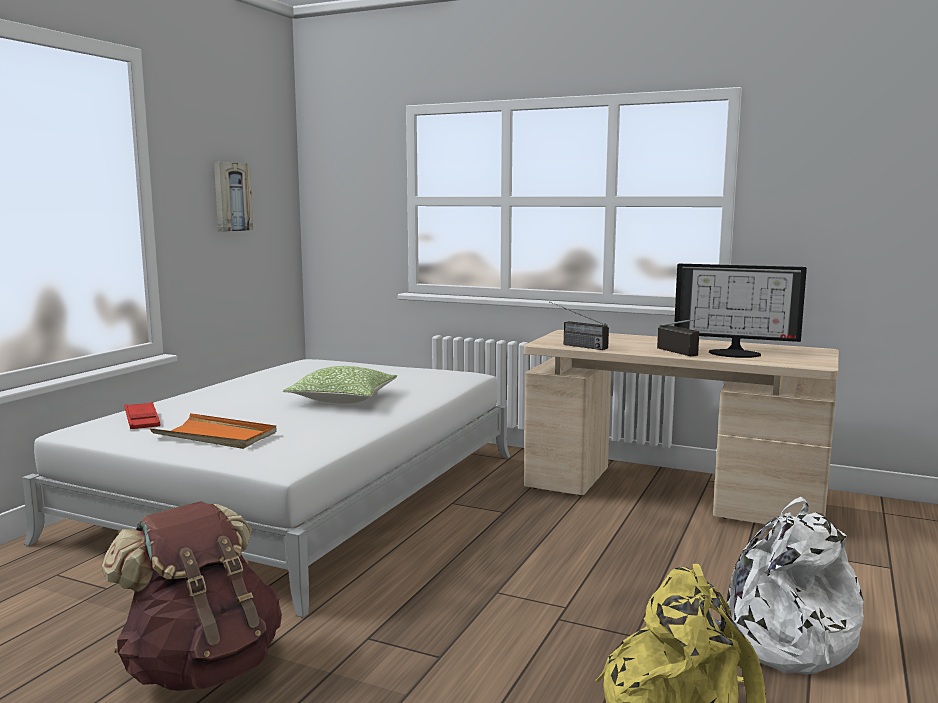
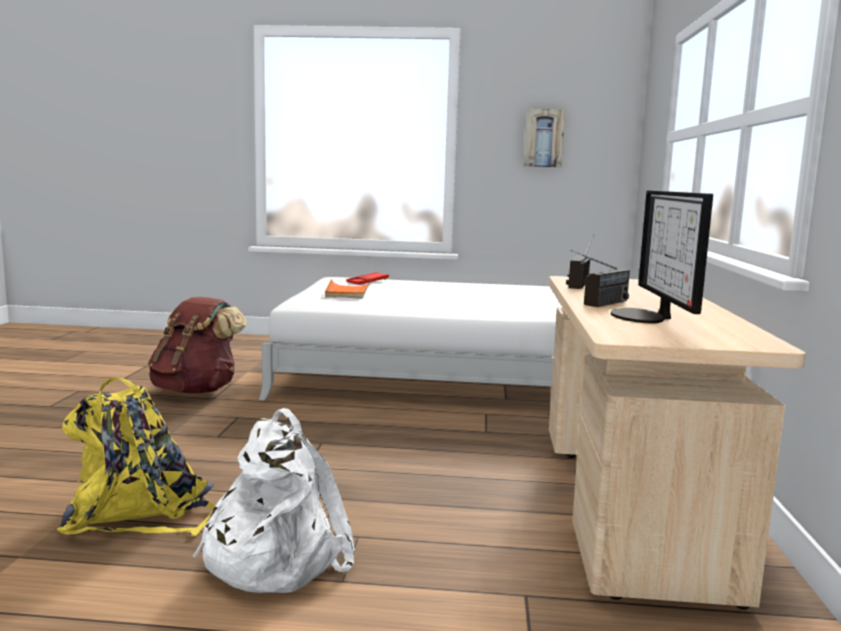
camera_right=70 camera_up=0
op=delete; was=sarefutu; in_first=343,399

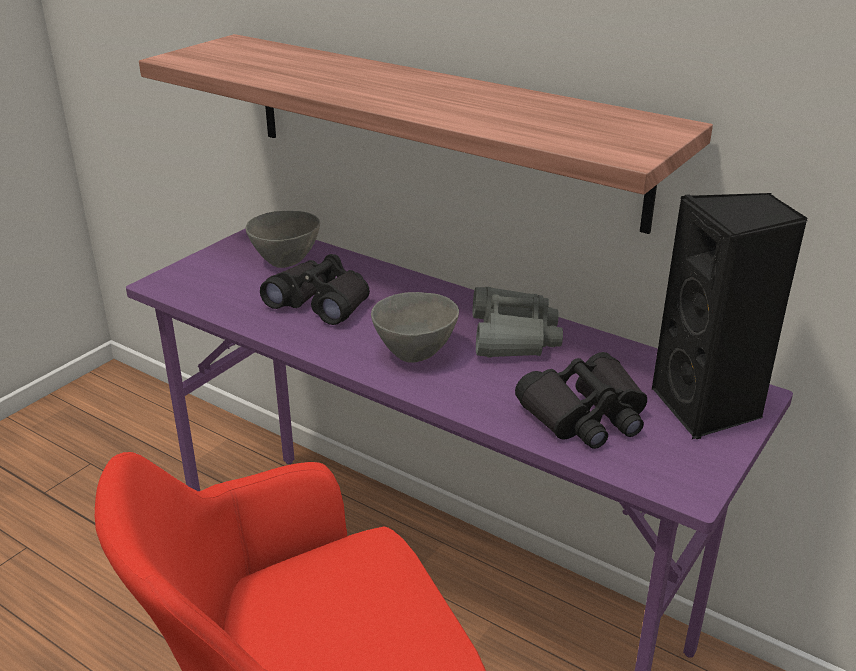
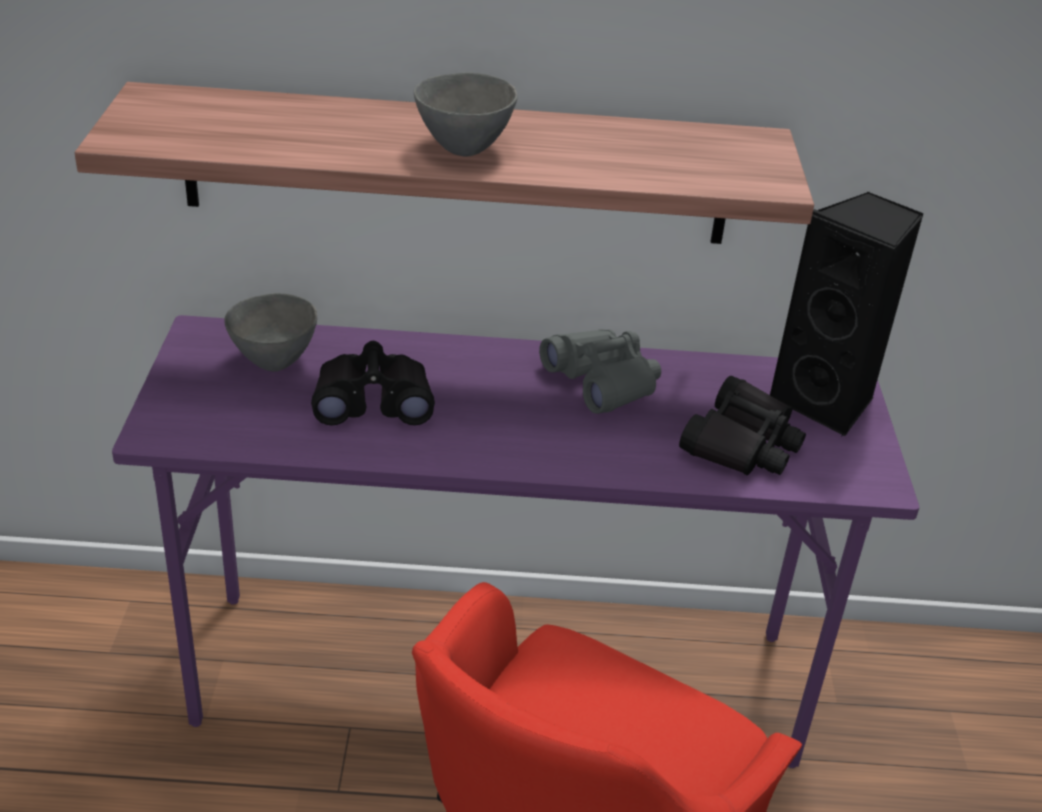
camera_right=-35 camera_up=5
op=move; was=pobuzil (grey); in_first=415,353; in_second=463,147

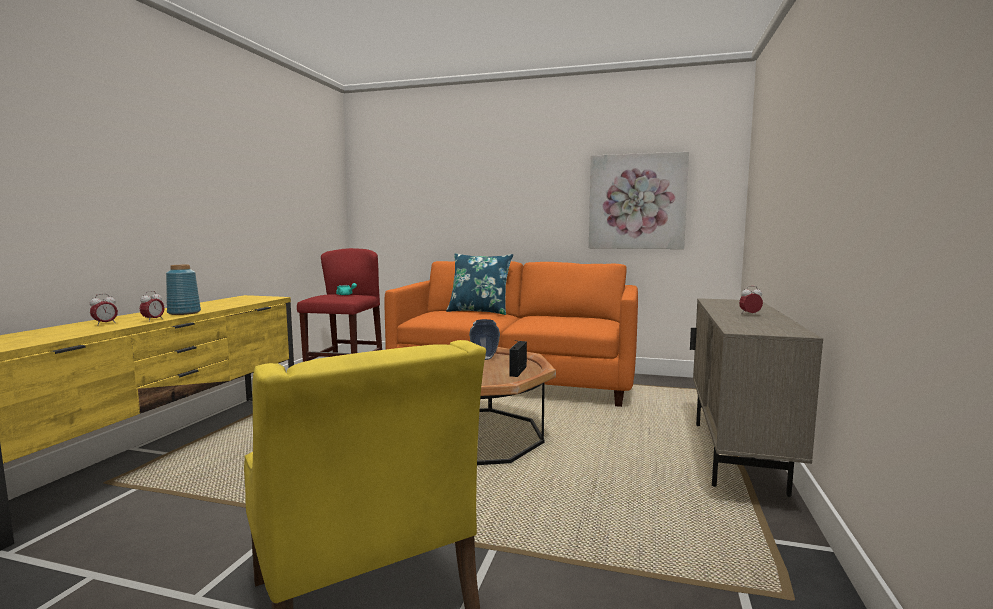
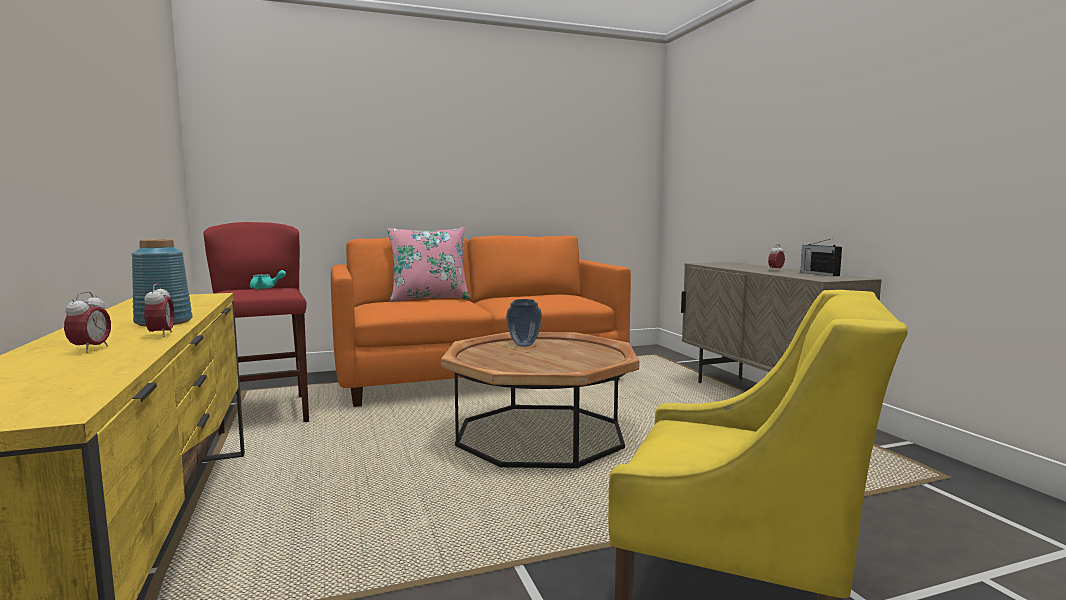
camera_right=-35 camera_up=0
op=delete; was=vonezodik; in_first=637,202
op=move; was=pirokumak; in_first=518,371; in_second=819,274
op=recolor; was=sarefutu (blue); now=sarefutu (pink); in_first=479,311; in_second=429,298

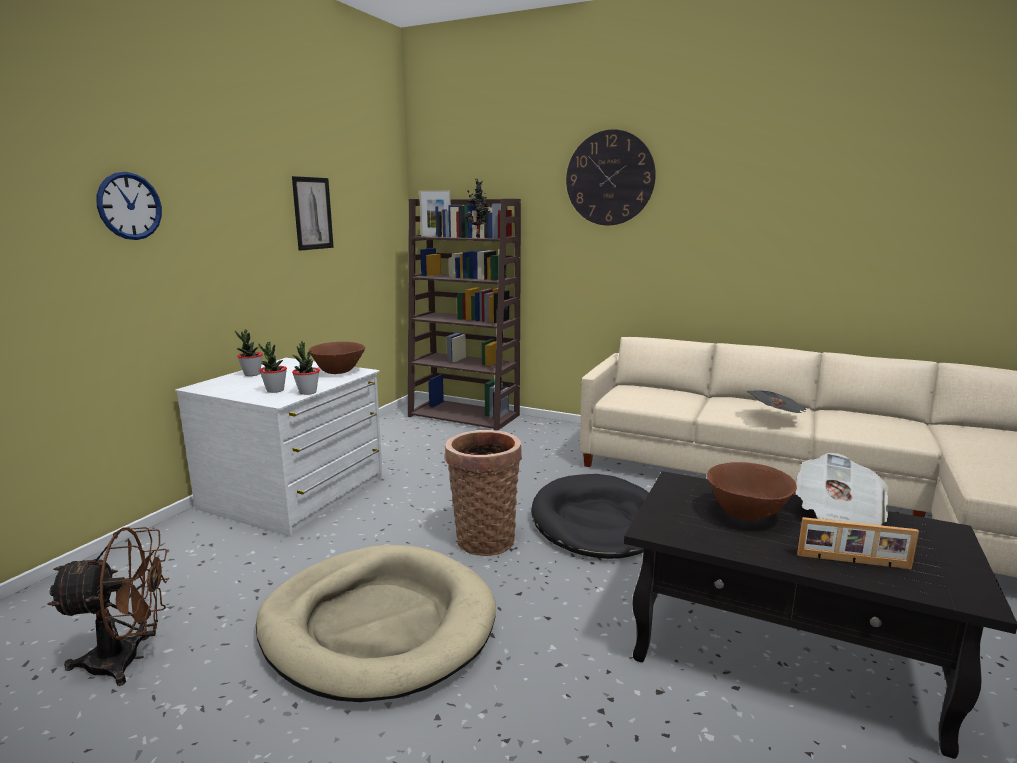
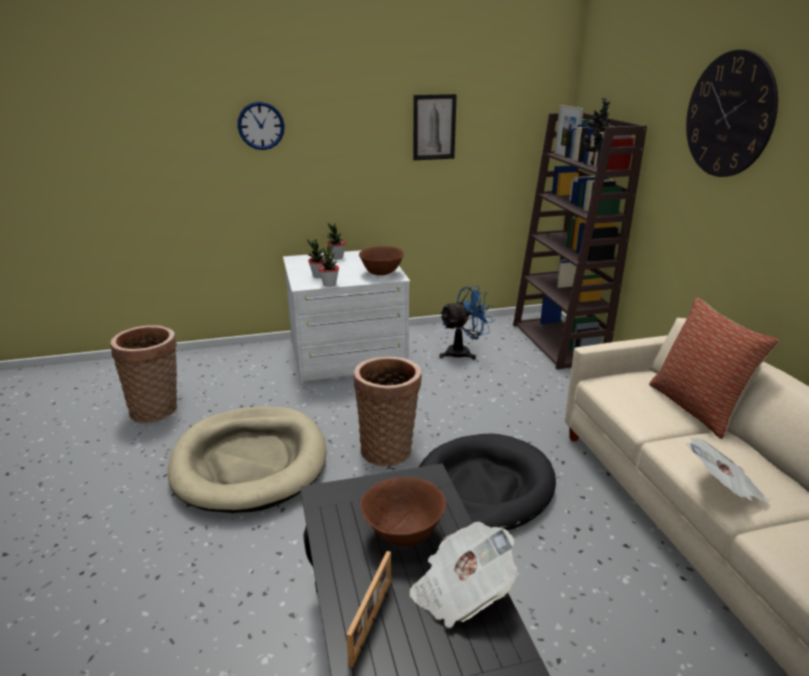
camera_right=50 camera_up=10
op=insert; now=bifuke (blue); in_second=463,352
op=insert; now=sarefutu; in_second=697,407
op=replace; was=bifuke (brown); now=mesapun; in_first=127,660; in_second=157,409
op=rotate; was=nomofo; in_first=853,562; in_second=372,621; clockwise=-135

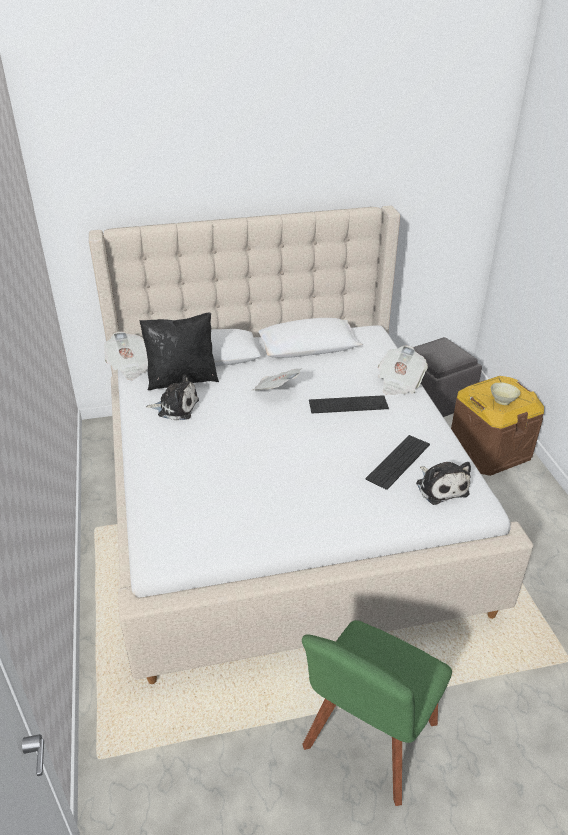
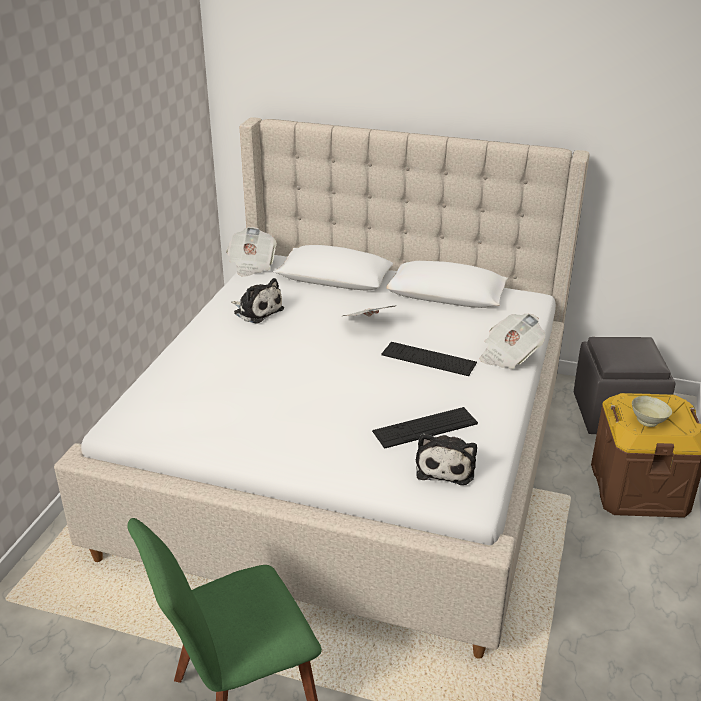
camera_right=30 camera_up=-5
op=delete; was=sarefutu (black); in_first=182,379

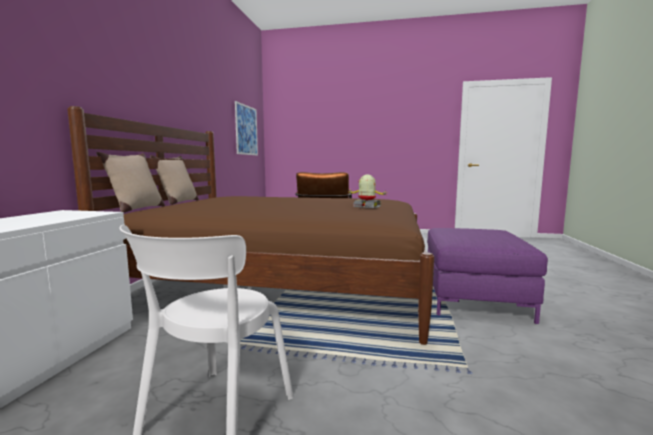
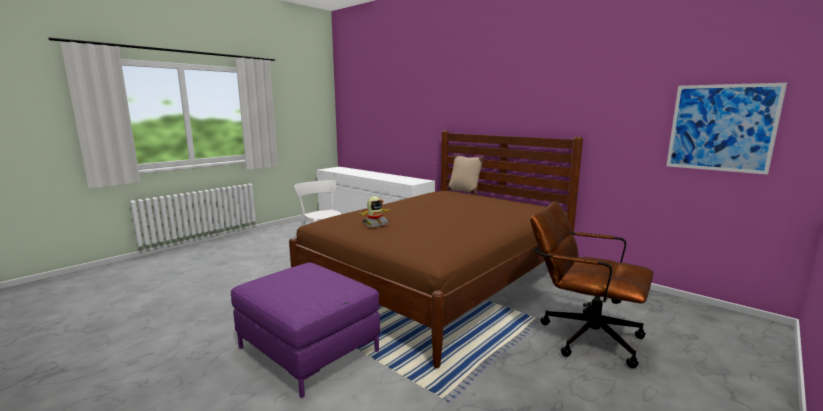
camera_right=120 camera_up=5
op=delete; was=sarefutu (beige); in_first=178,202

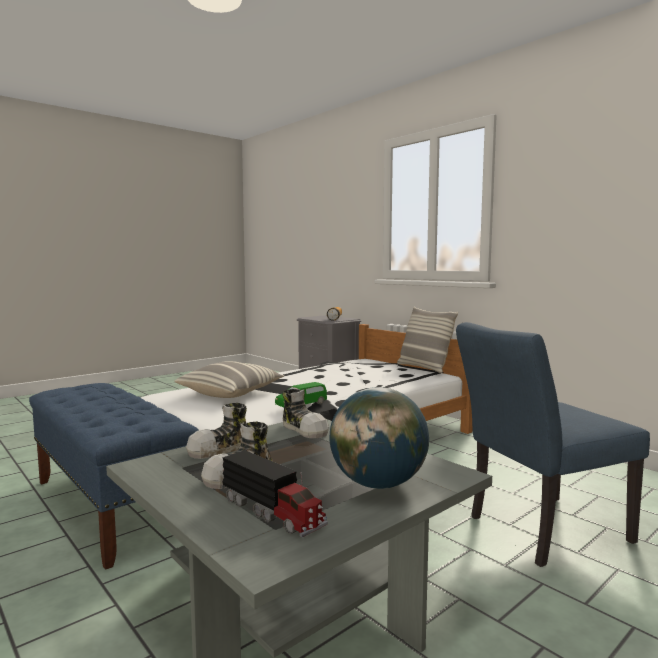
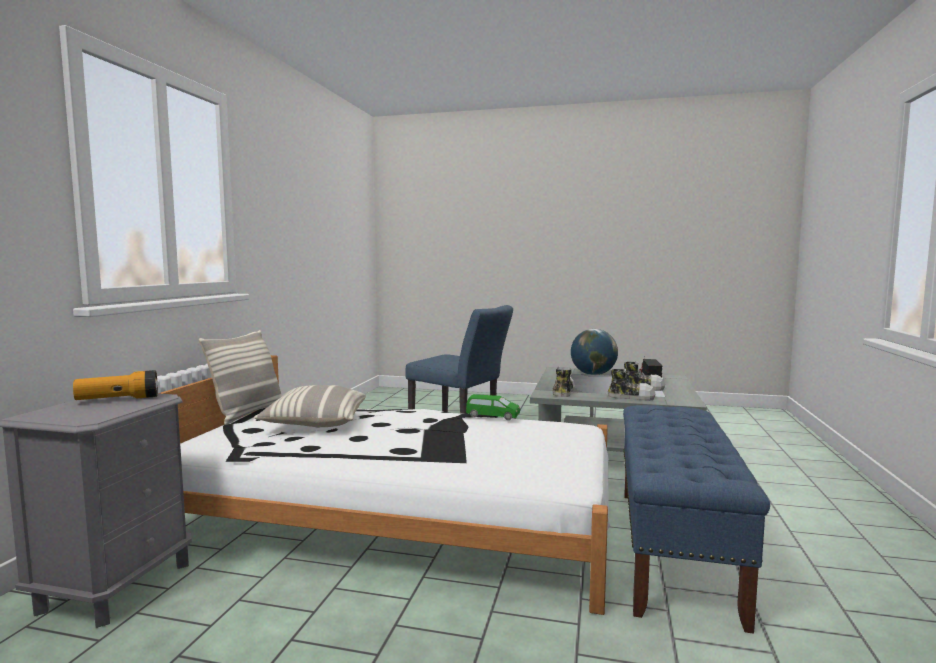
camera_right=-125 camera_up=0
op=move; was=sarefutu; in_first=231,393; in_second=315,423

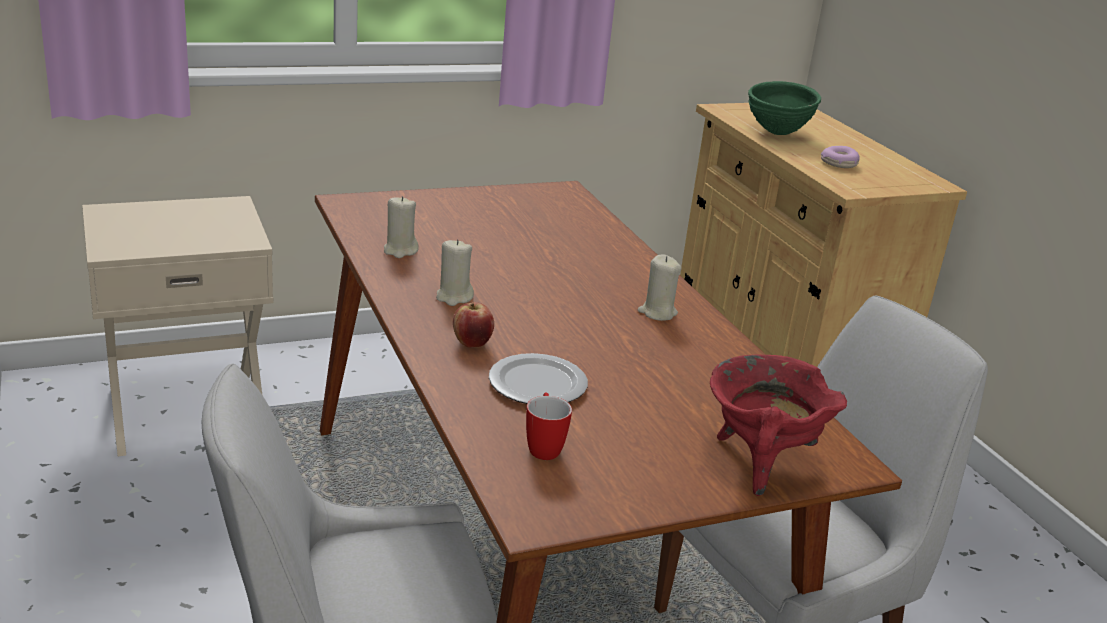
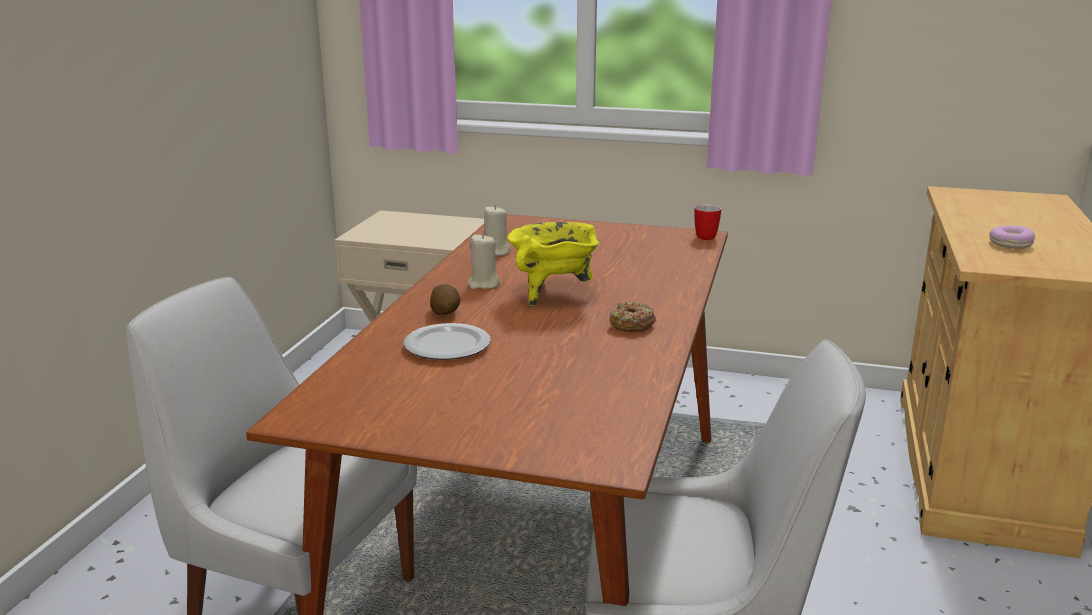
camera_right=40 camera_up=-5
op=delete; was=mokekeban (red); in_first=759,463
op=delete; was=pobuzil (green); in_first=777,133
op=insert; now=mokekeban (yellow); in_second=553,293
op=move; was=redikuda; in_first=543,446; in_second=708,236
op=replace; was=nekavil; now=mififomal; in_first=472,343; in_second=445,312
op=replace; was=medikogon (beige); now=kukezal; in_first=657,312; in_second=631,324

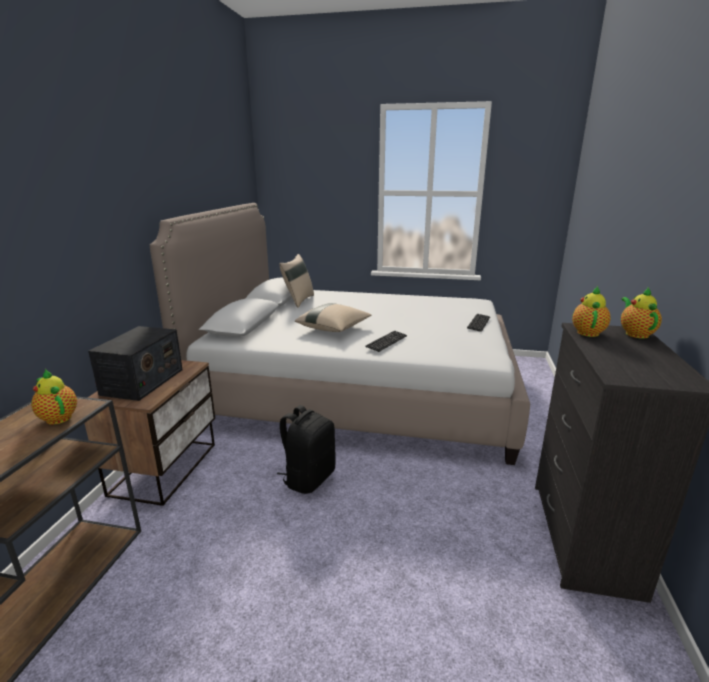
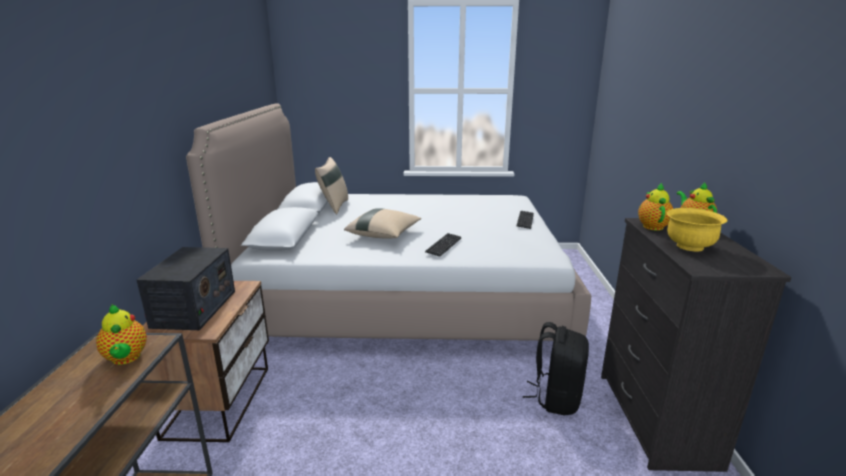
camera_right=-10 camera_up=0
op=insert; now=pobuzil (yellow); in_second=689,246
op=move; was=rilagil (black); in_first=308,478; in_second=556,398
op=rotate; was=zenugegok; in_first=58,417; in_second=126,358; clockwise=-150

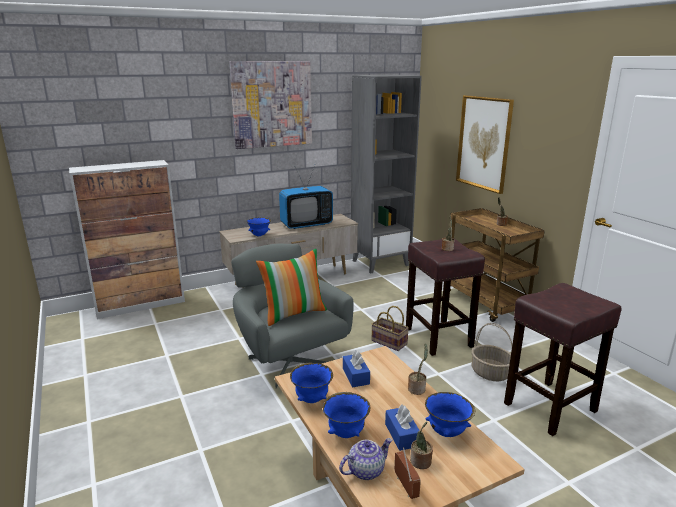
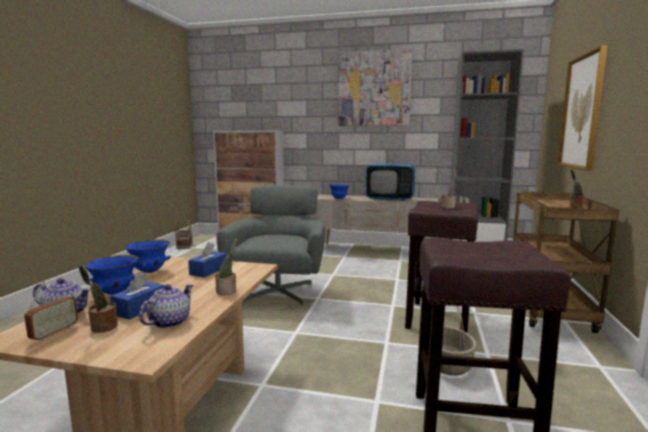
camera_right=40 camera_up=-10
op=delete; was=sarefutu; in_first=294,313
op=move; was=mesapun; in_first=388,342; in_second=184,246
op=replace; was=pobuzil (blue); now=zenugegok; in_first=446,433; in_second=169,322

